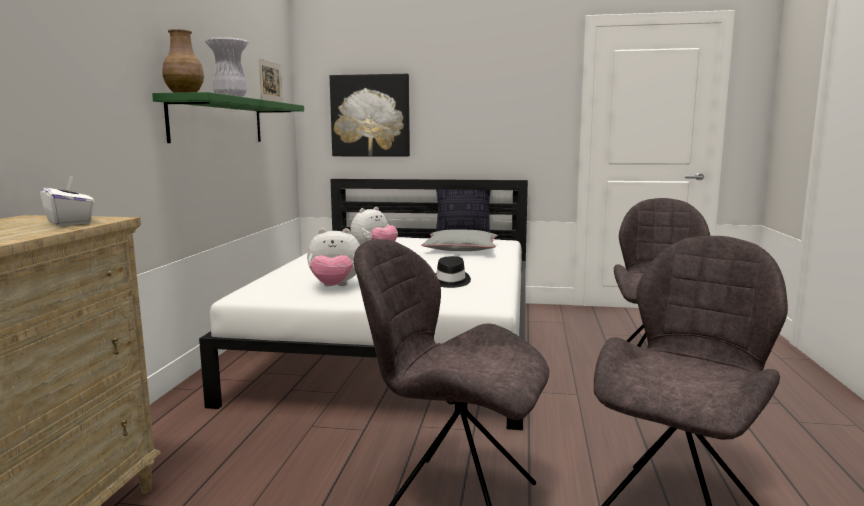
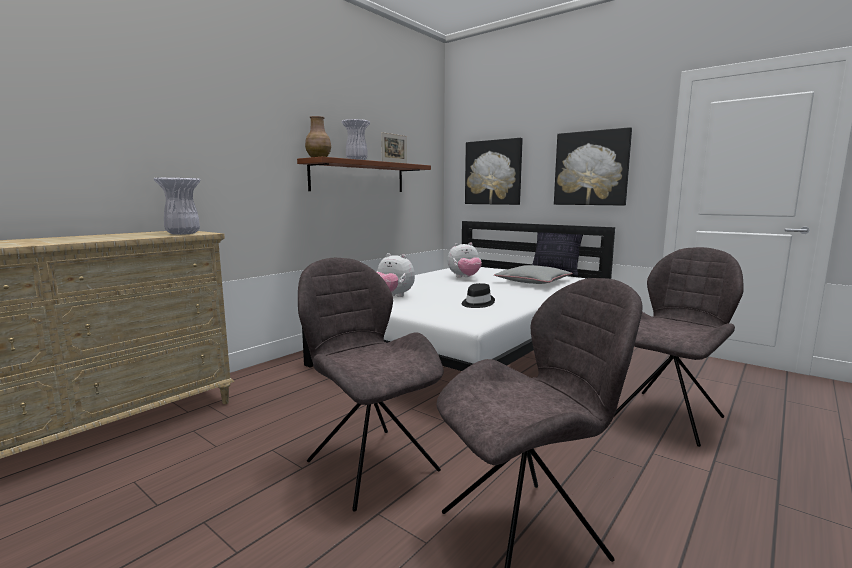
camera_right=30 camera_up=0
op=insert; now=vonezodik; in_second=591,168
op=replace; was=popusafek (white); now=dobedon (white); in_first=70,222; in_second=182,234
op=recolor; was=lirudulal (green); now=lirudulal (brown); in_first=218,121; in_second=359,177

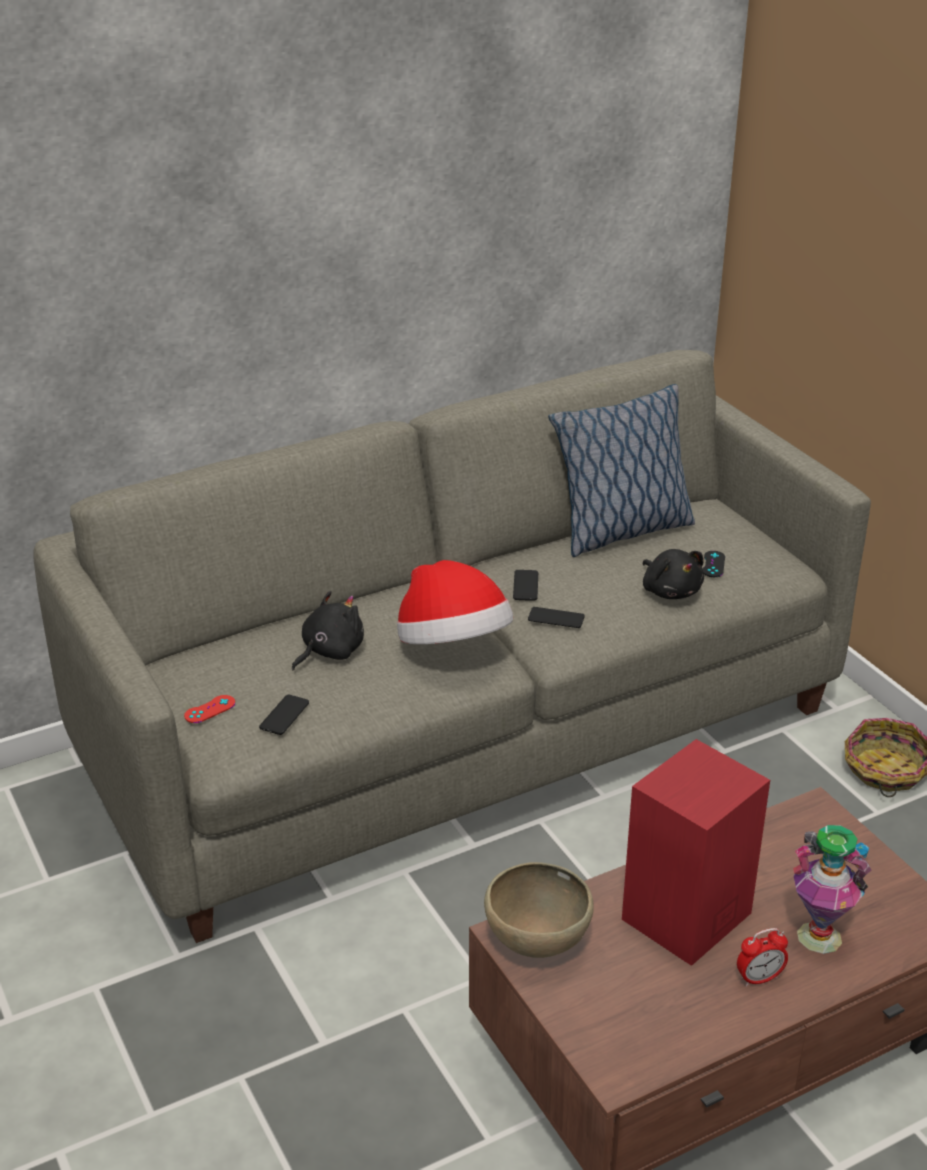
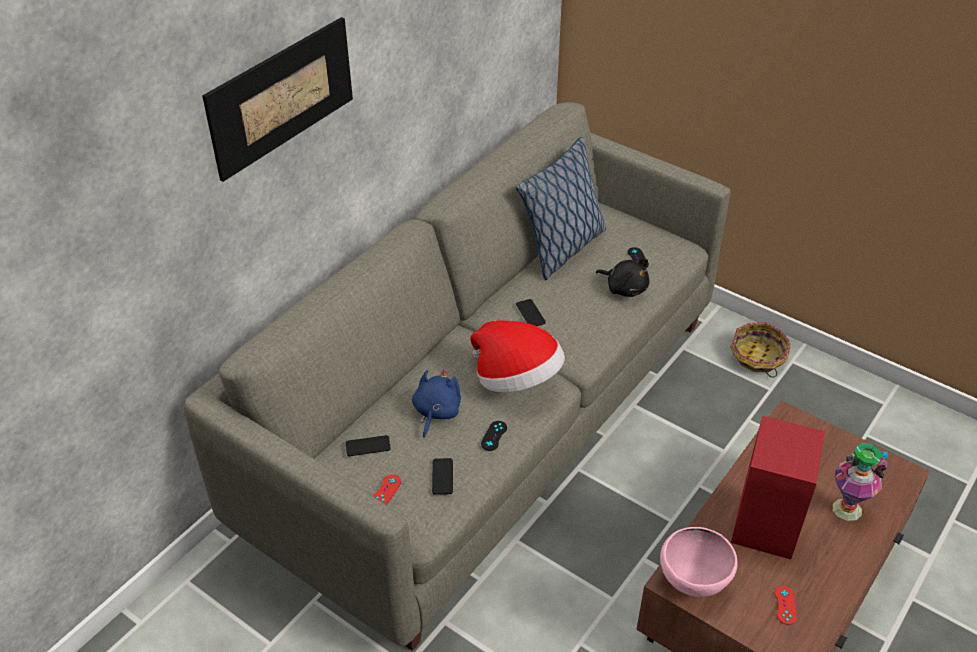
camera_right=-25 camera_up=10
op=delete; was=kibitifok; in_first=759,978
op=insert; now=vonezodik; in_second=281,96
op=insert; now=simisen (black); in_second=494,436
op=insert; now=simisen (red); in_second=785,605
op=move; was=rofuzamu; in_first=556,618; in_second=368,446
op=recolor; was=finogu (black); now=finogu (blue); in_first=329,652; in_second=436,412
op=recolor; was=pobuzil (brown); now=pobuzil (pink); in_first=537,944; in_second=693,582

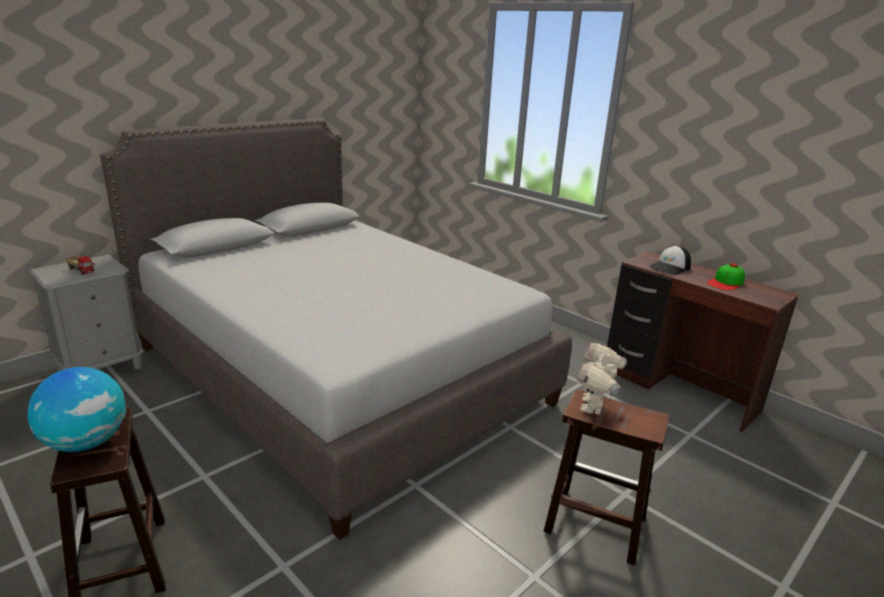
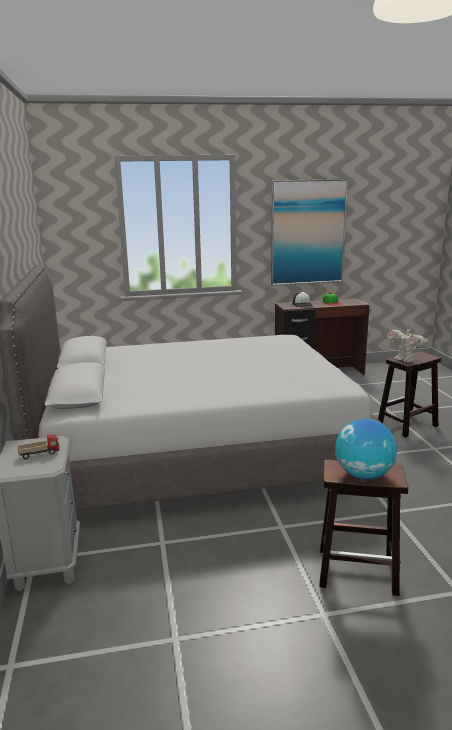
camera_right=-55 camera_up=-5
op=insert; now=vonezodik; in_second=308,232

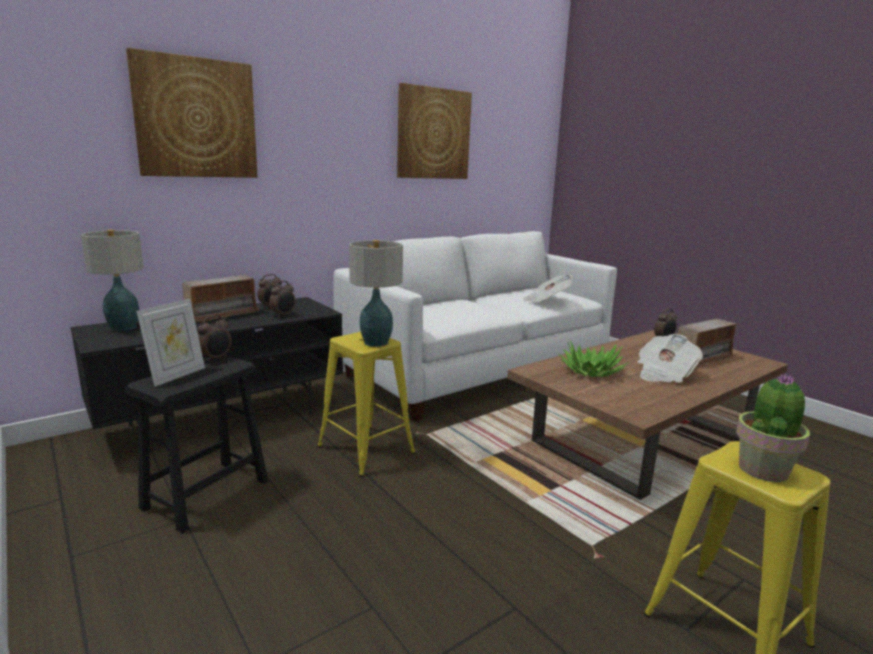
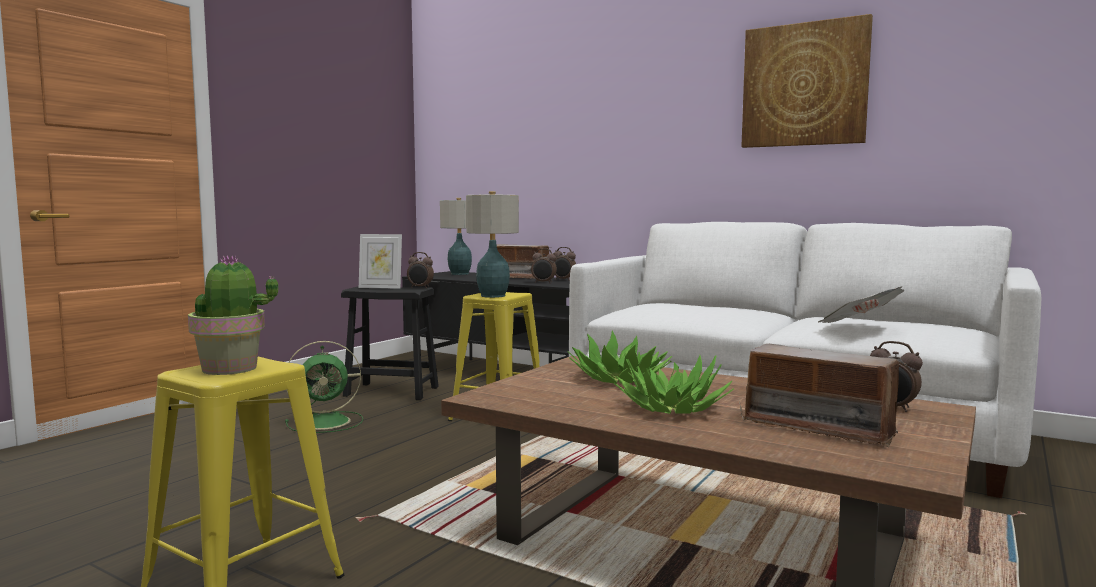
camera_right=70 camera_up=-10
op=delete; was=vonezodik; in_first=196,118
op=insert; now=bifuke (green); in_second=327,422
op=replace; was=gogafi; now=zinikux; in_first=664,374; in_second=672,407

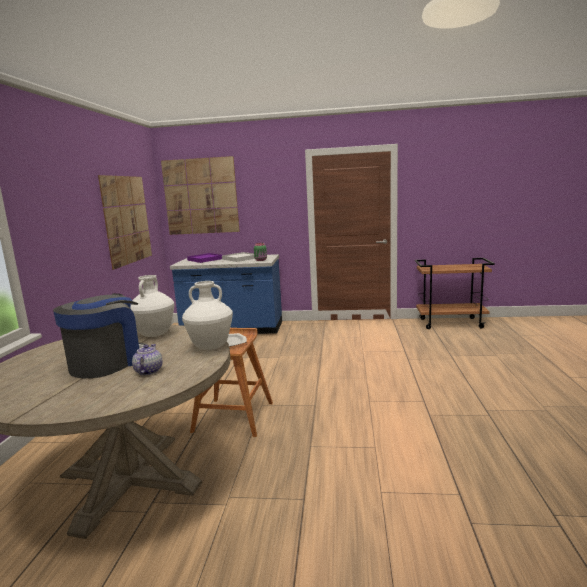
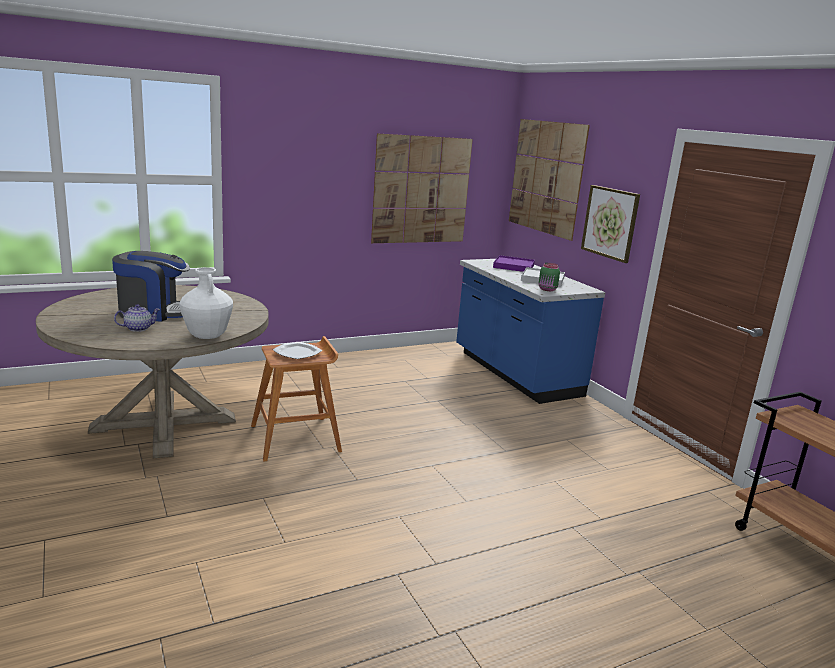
camera_right=55 camera_up=5
op=delete; was=dobedon (white); in_first=155,334
op=insert; now=vonezodik; in_second=610,223

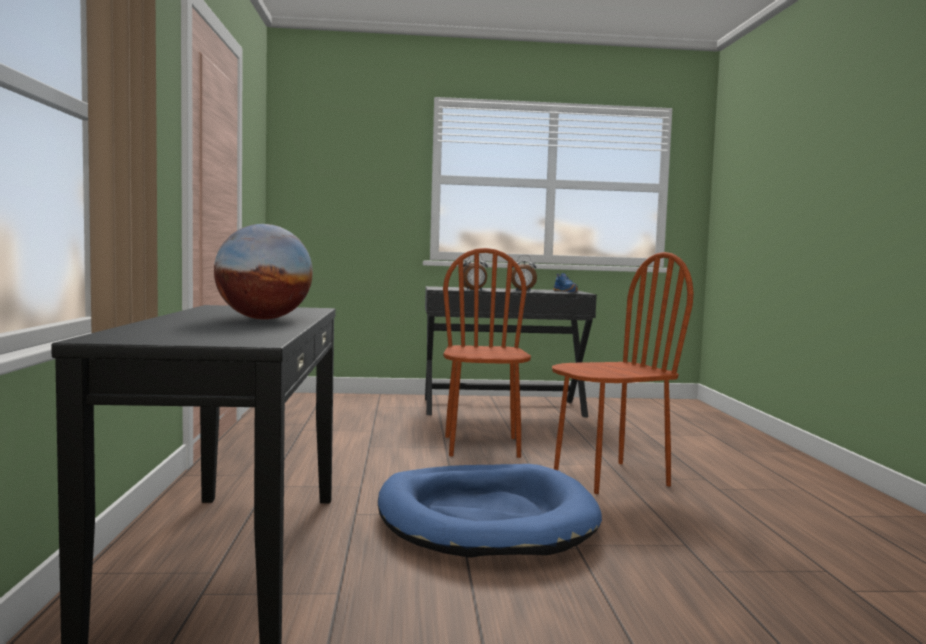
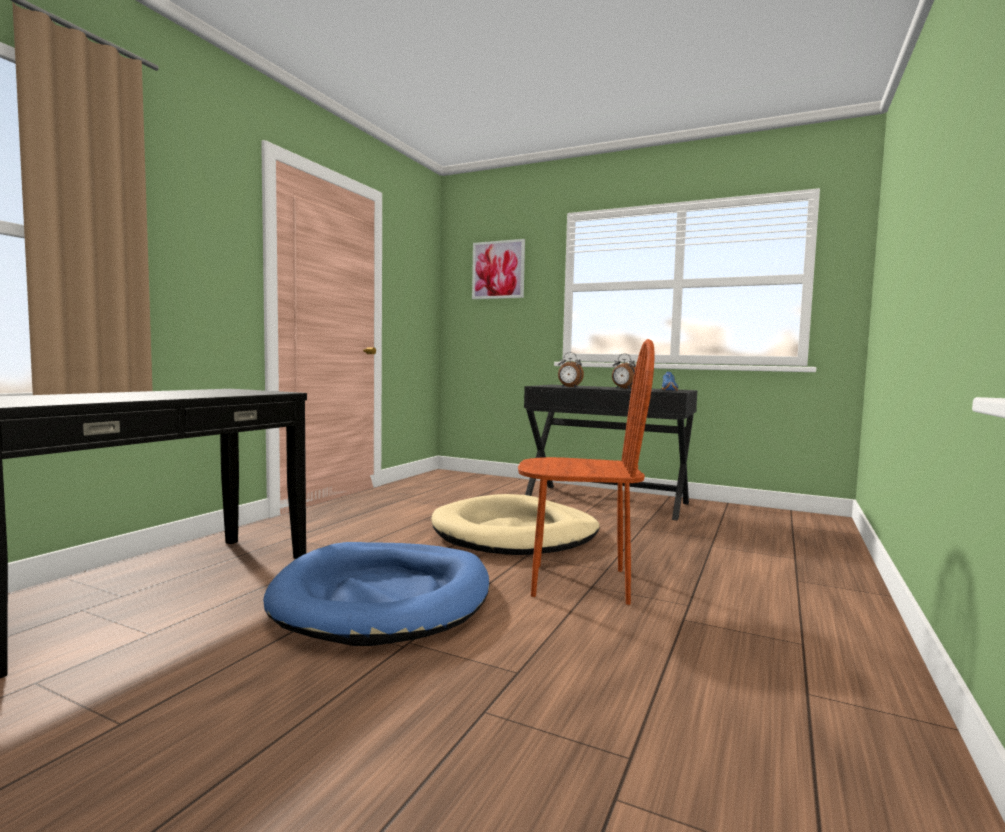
camera_right=30 camera_up=0
op=delete; was=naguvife; in_first=263,319
op=insert; now=vonezodik; in_second=498,270
op=replace; was=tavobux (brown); now=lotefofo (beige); in_first=482,446; in_second=515,533

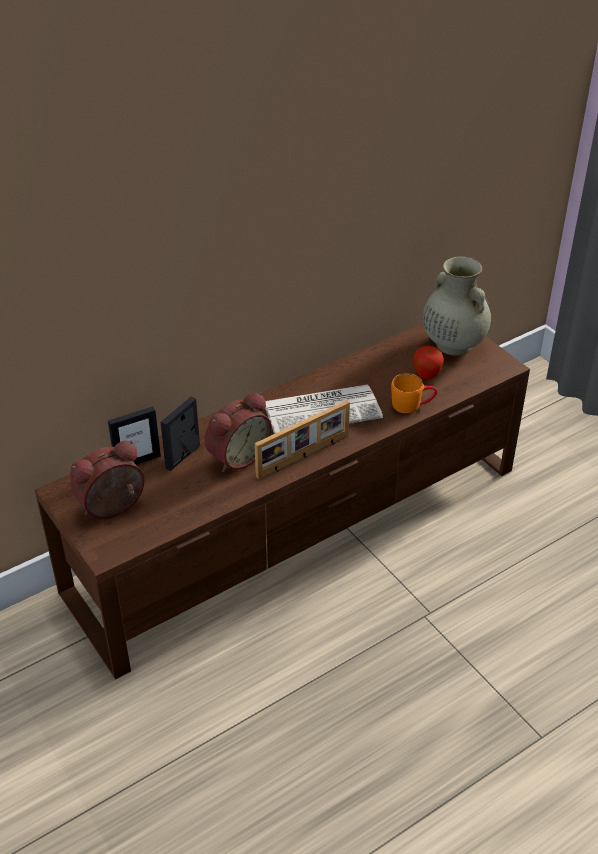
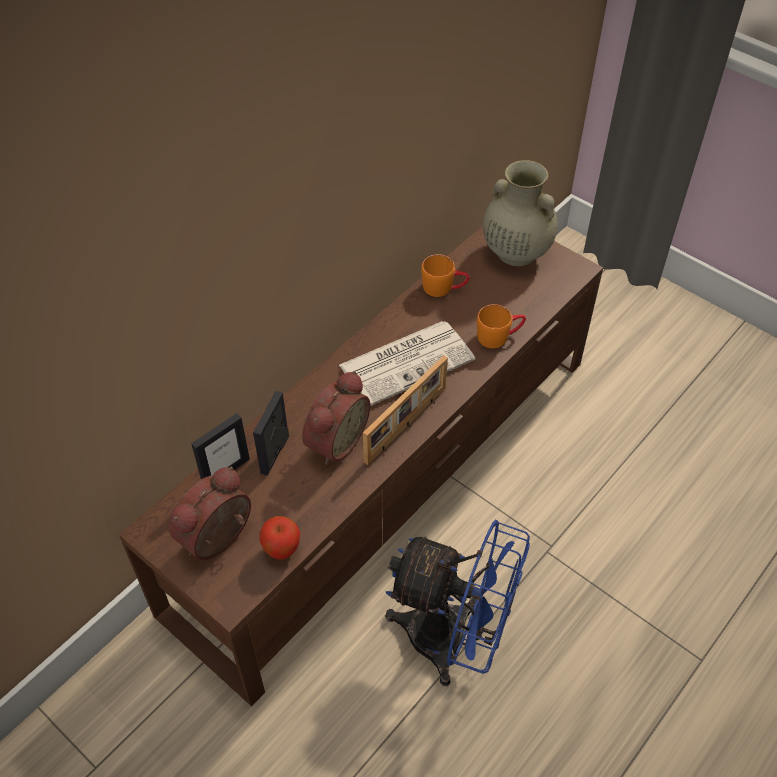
camera_right=-15 camera_up=10
op=insert; now=bifuke (blue); in_second=453,640
op=insert; now=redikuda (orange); in_second=444,288
op=move; was=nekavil; in_first=426,376; in_second=282,550

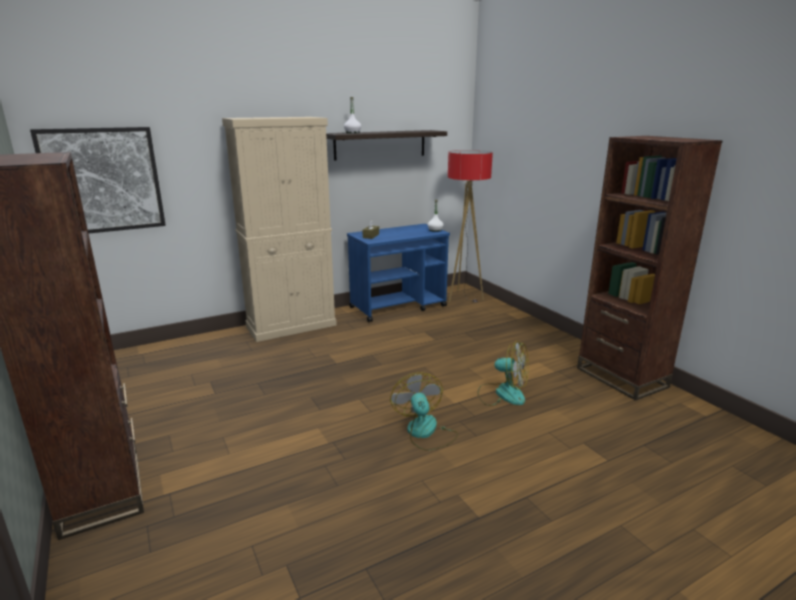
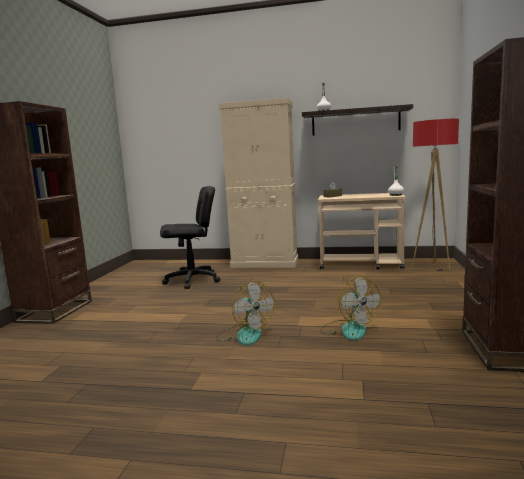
camera_right=40 camera_up=-10
op=delete; was=vonezodik; in_first=103,180
op=insert; now=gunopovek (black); in_second=192,280
op=recolor; was=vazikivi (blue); now=vazikivi (beige); in_first=398,307; in_second=361,264
op=rotate; was=bifuke; in_first=425,433; in_second=244,334; clockwise=120

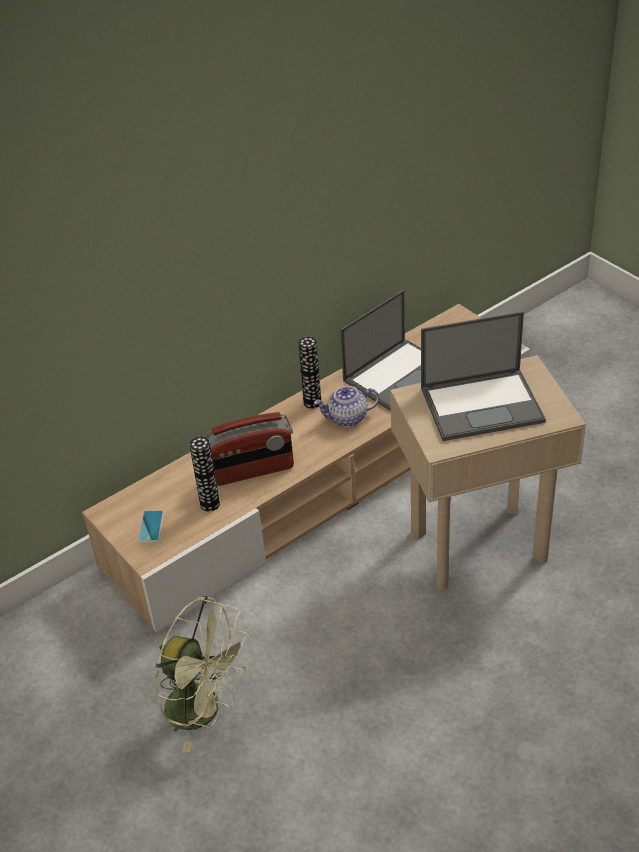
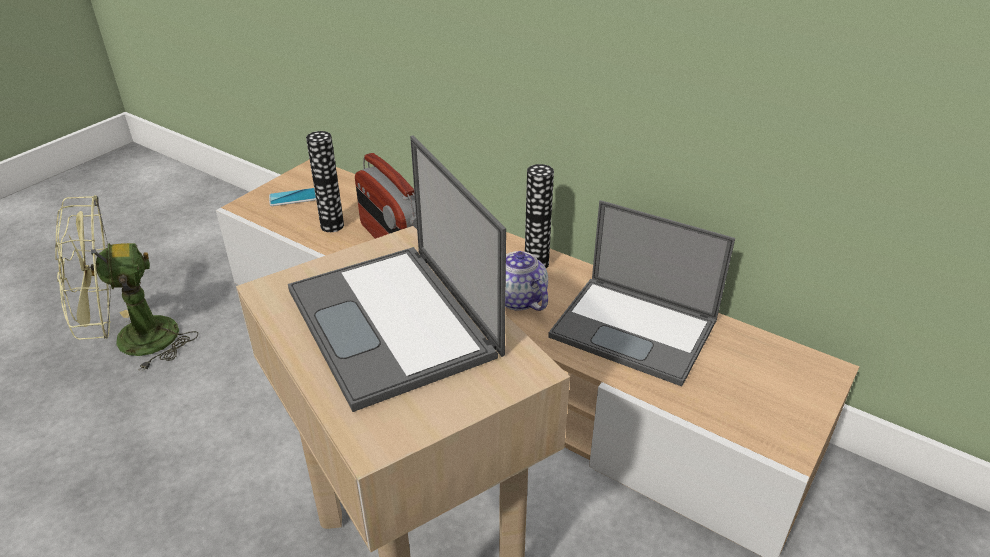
camera_right=70 camera_up=-5
op=rotate; was=bifuke (green); in_first=205,710; in_second=132,342; clockwise=60

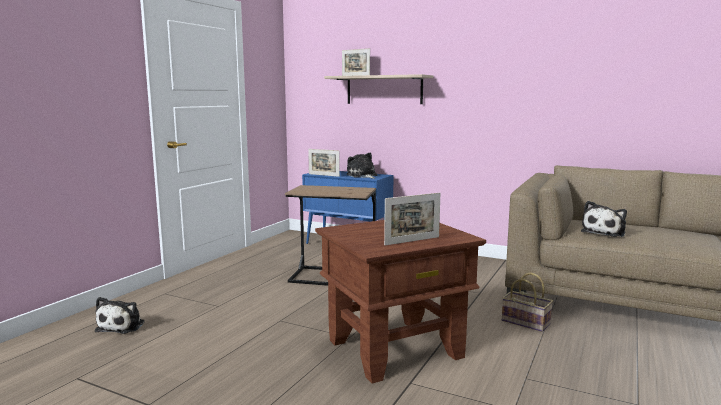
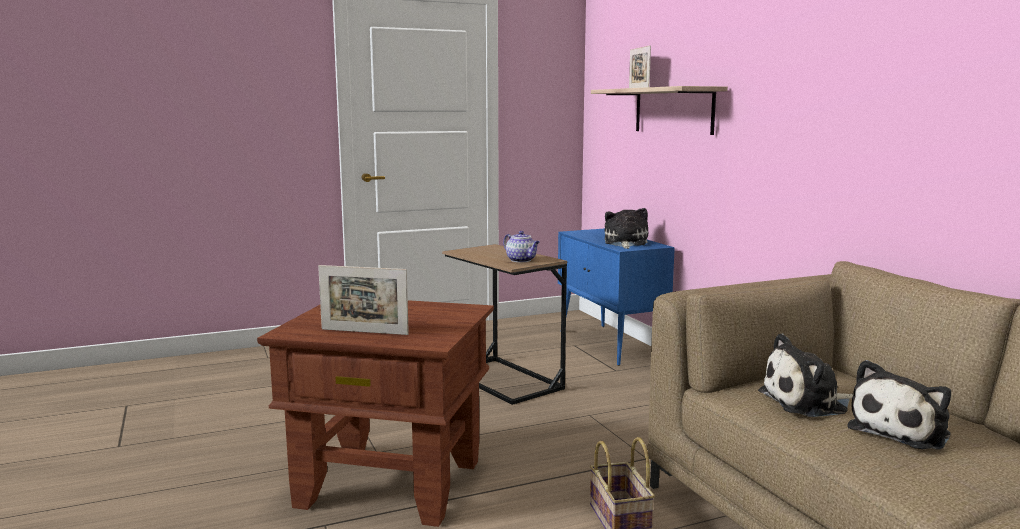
camera_right=40 camera_up=0
op=delete; was=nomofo; in_first=324,175
op=insert; now=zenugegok; in_second=522,260
op=move; was=finogu; in_first=122,326; in_second=902,431

